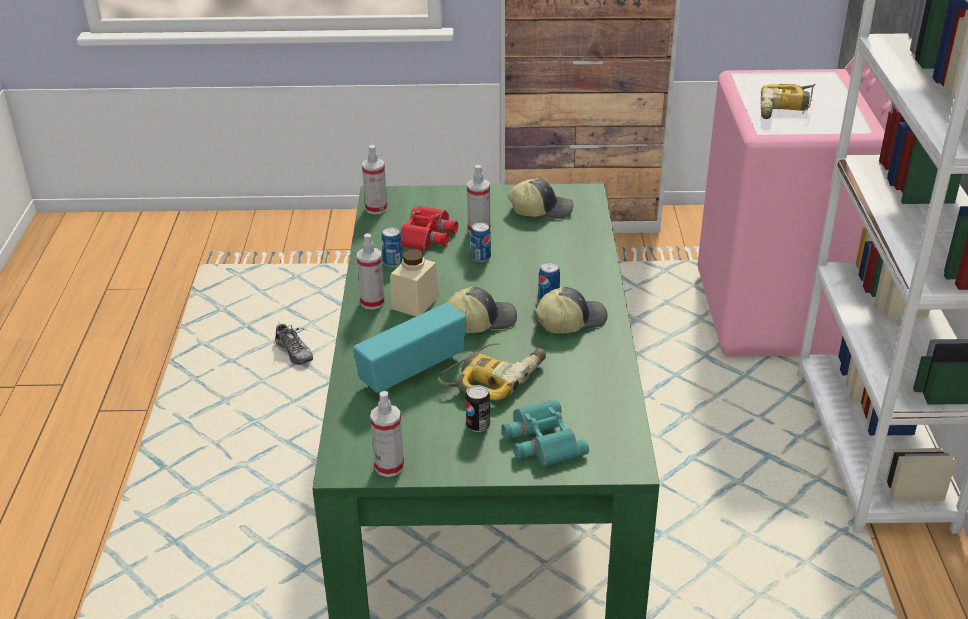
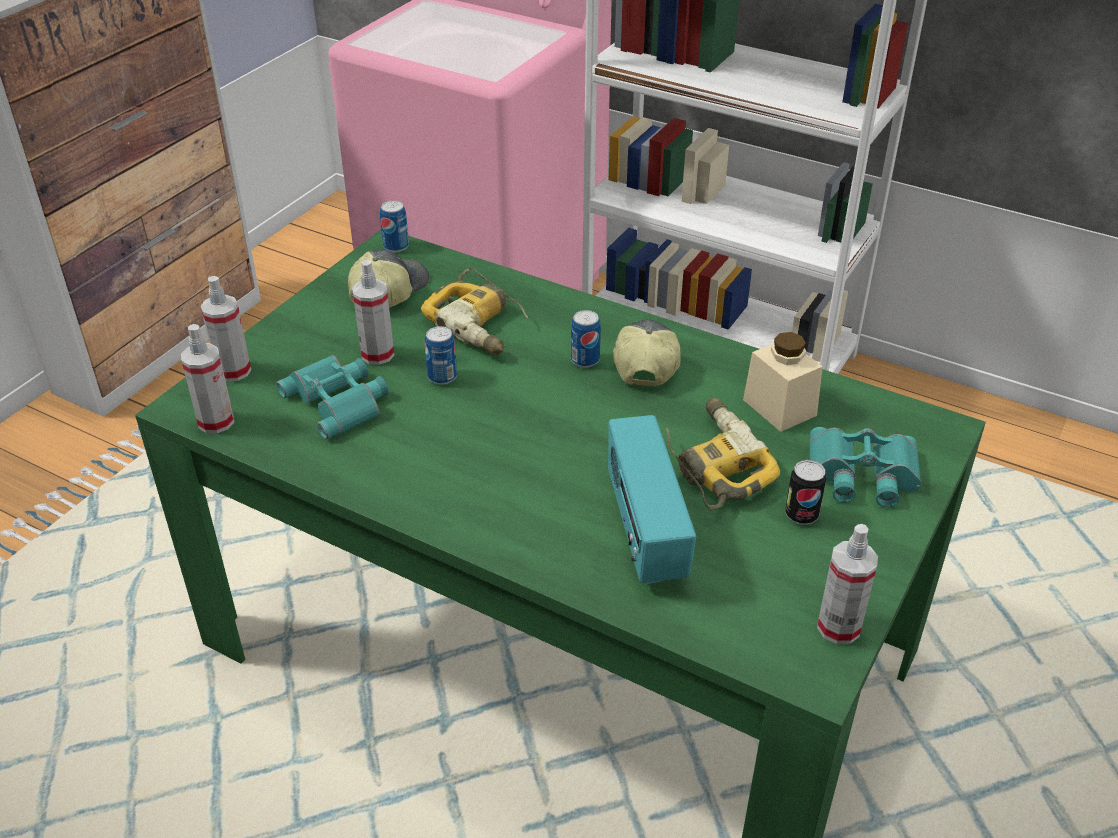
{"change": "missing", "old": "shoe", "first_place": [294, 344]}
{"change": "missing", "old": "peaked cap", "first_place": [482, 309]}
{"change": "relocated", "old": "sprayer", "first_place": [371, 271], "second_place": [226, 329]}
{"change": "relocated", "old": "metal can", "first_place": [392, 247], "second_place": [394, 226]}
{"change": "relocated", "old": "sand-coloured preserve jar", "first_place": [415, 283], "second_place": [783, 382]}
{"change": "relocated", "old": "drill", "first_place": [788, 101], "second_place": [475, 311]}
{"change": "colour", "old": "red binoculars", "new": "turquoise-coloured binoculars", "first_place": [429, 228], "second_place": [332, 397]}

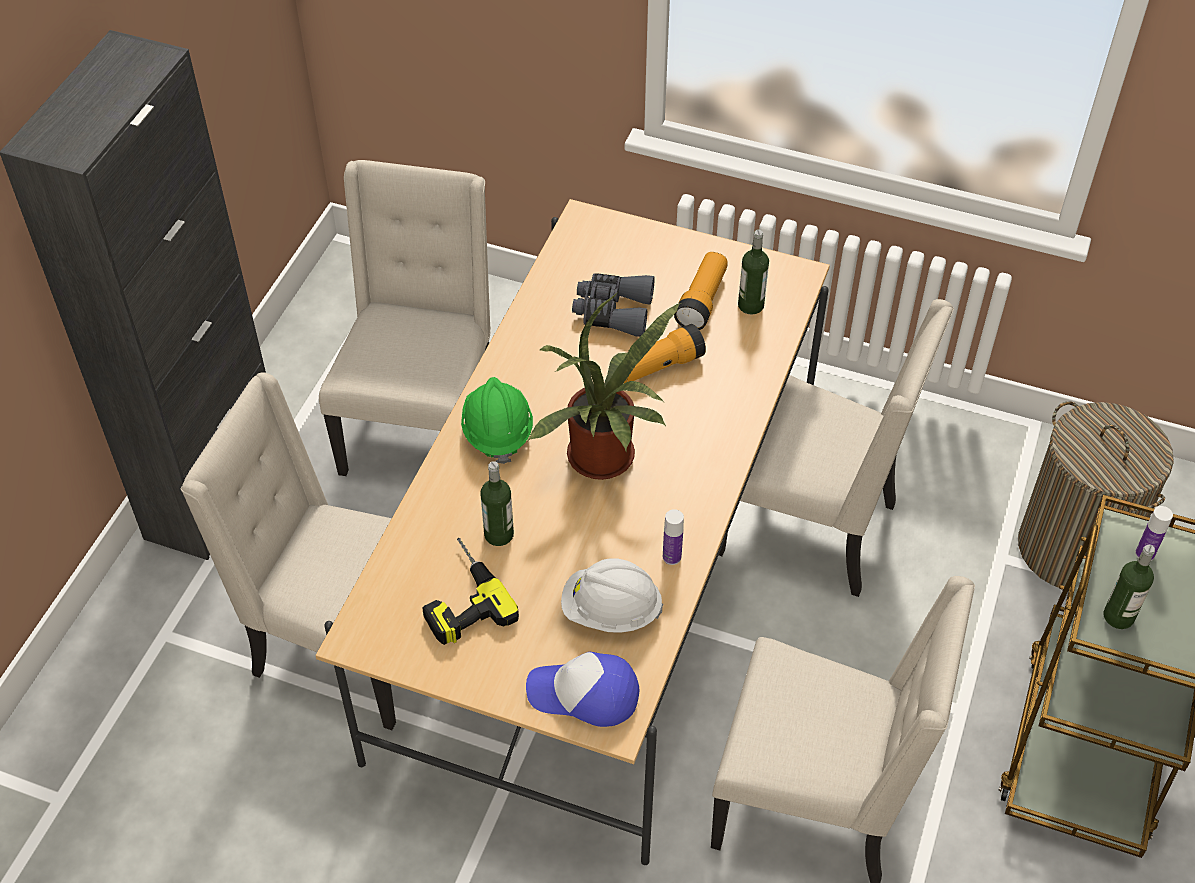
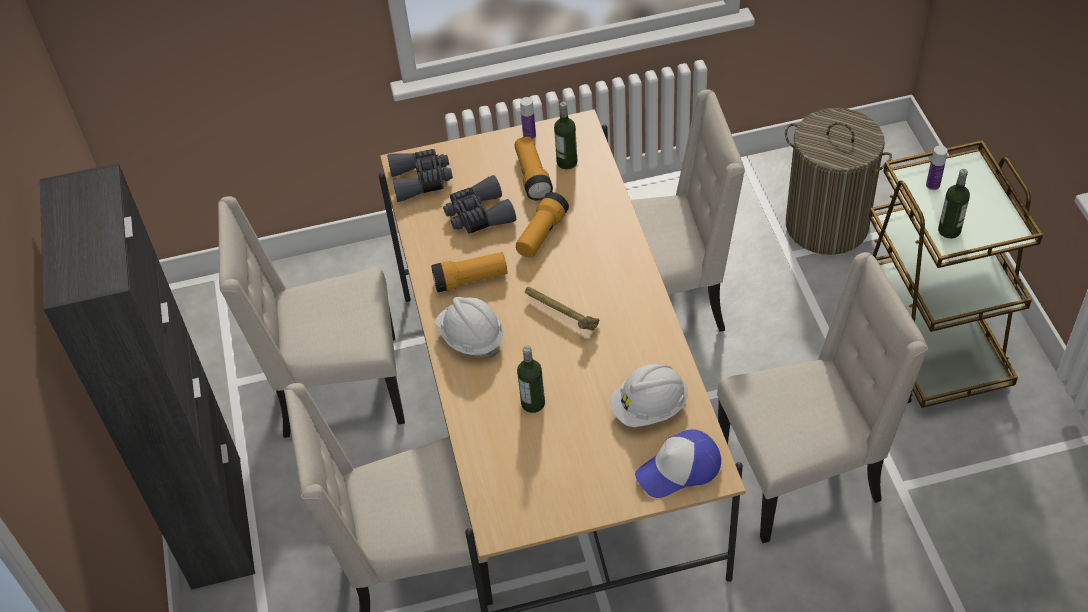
{"change": "missing", "old": "drill", "first_place": [470, 591]}
{"change": "appeared", "new": "gray binoculars", "second_place": [420, 175]}
{"change": "appeared", "new": "torch", "second_place": [469, 272]}
{"change": "relocated", "old": "beverage bottle", "first_place": [673, 537], "second_place": [528, 118]}
{"change": "exchanged", "old": "houseplant", "new": "hand hammer", "first_place": [604, 386], "second_place": [562, 309]}
{"change": "colour", "old": "greenish work helmet", "new": "white work helmet", "first_place": [497, 420], "second_place": [469, 327]}
{"change": "spun", "old": "sand-coloured upright chair", "first_place": [405, 318], "second_place": [311, 317], "degrees": -75}

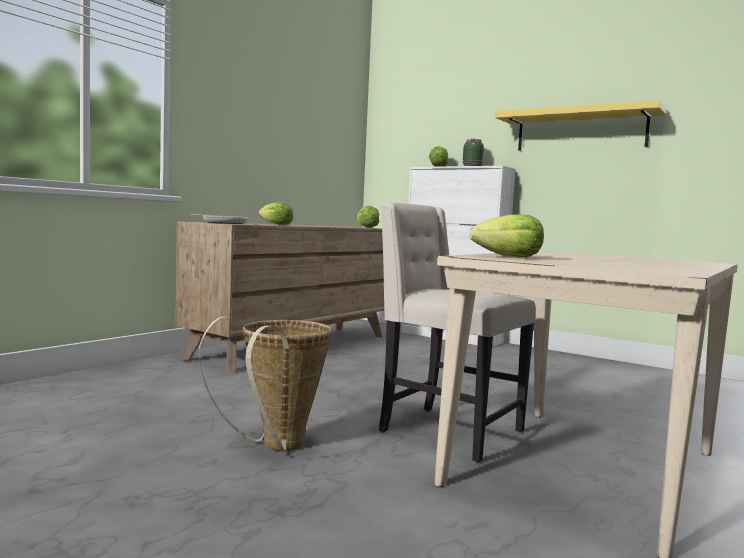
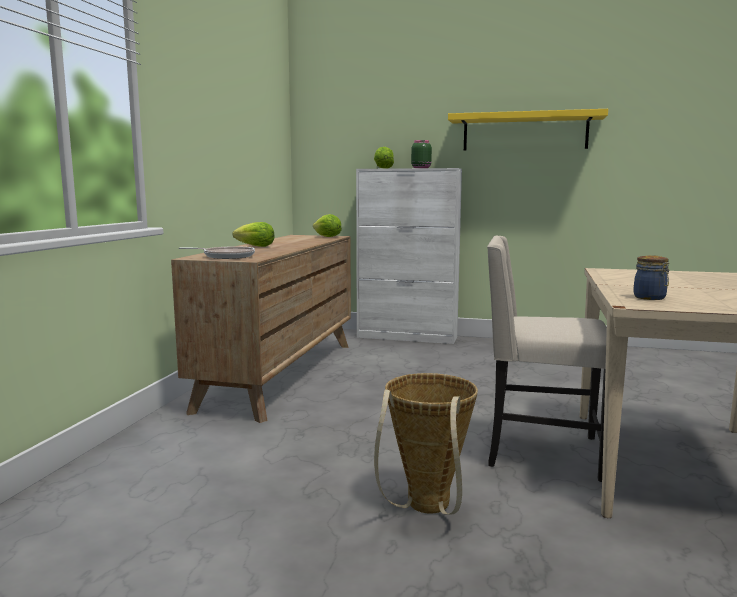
{"change": "exchanged", "old": "head of lettuce", "new": "preserve jar", "first_place": [507, 235], "second_place": [651, 277]}

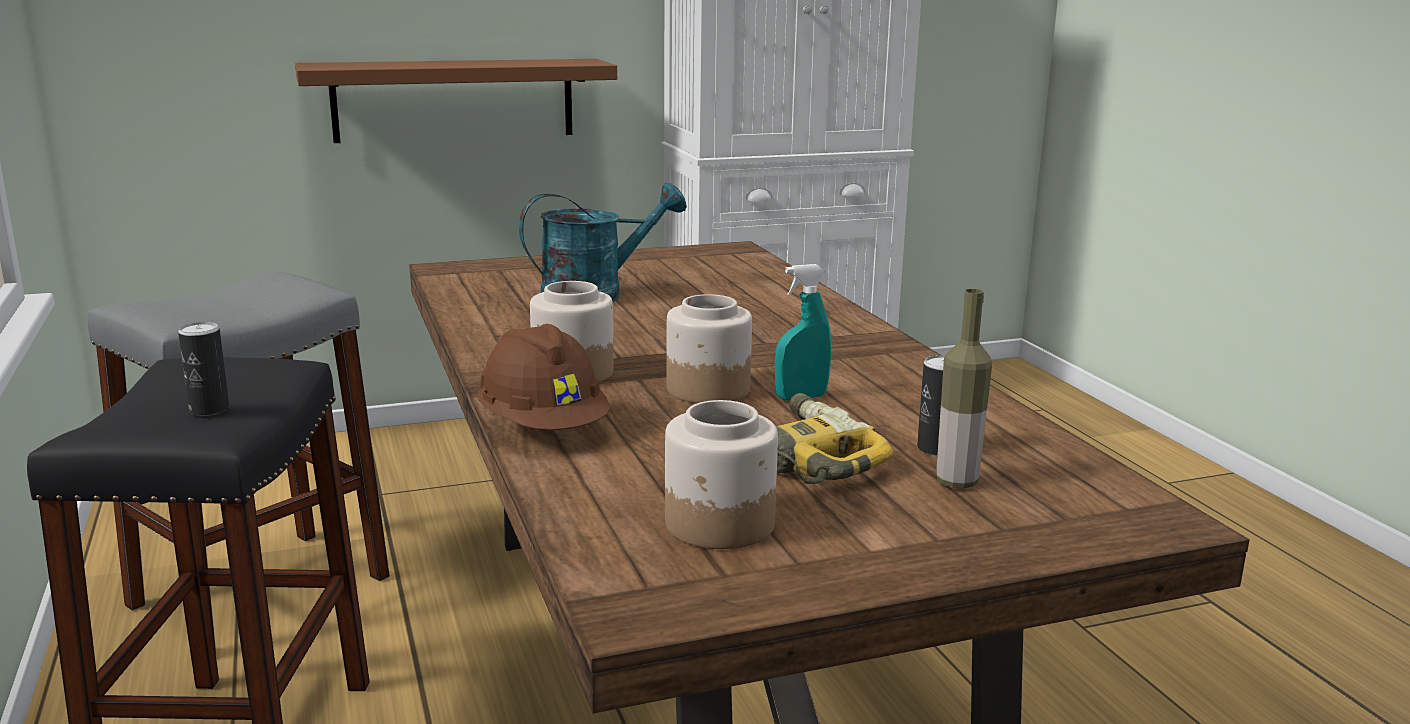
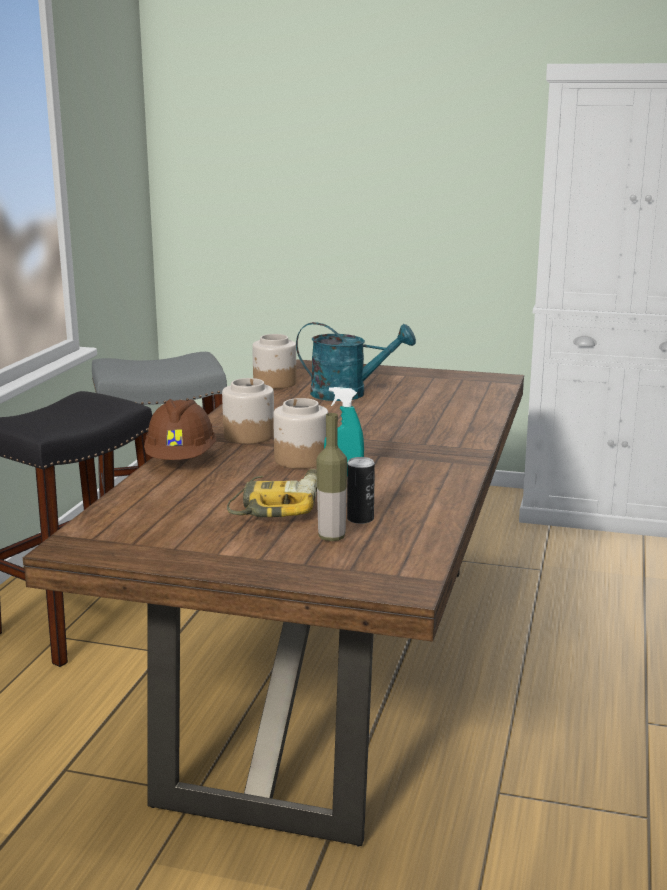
{"change": "missing", "old": "metal can", "first_place": [203, 369]}
{"change": "missing", "old": "brown bracket shelf", "first_place": [456, 101]}
{"change": "relocated", "old": "preserve jar", "first_place": [721, 474], "second_place": [274, 361]}

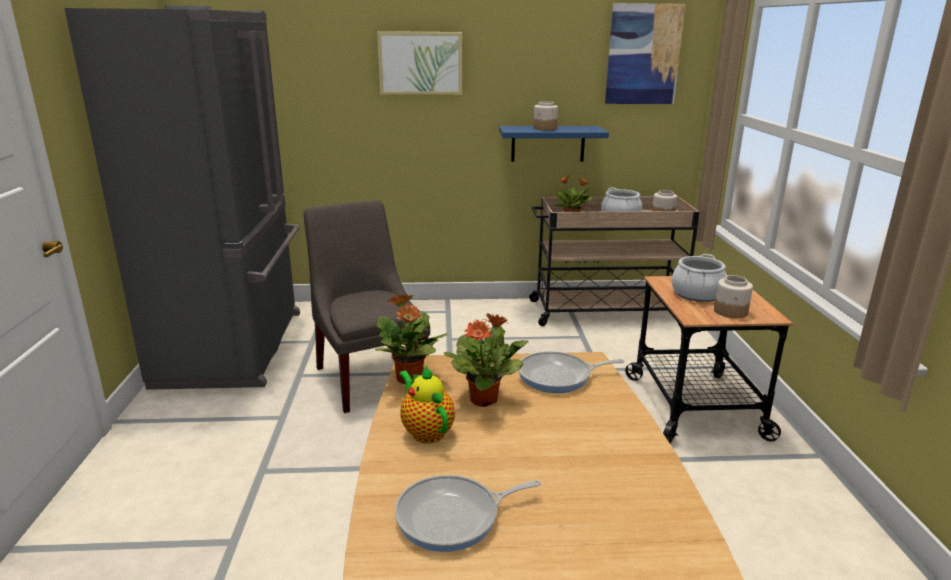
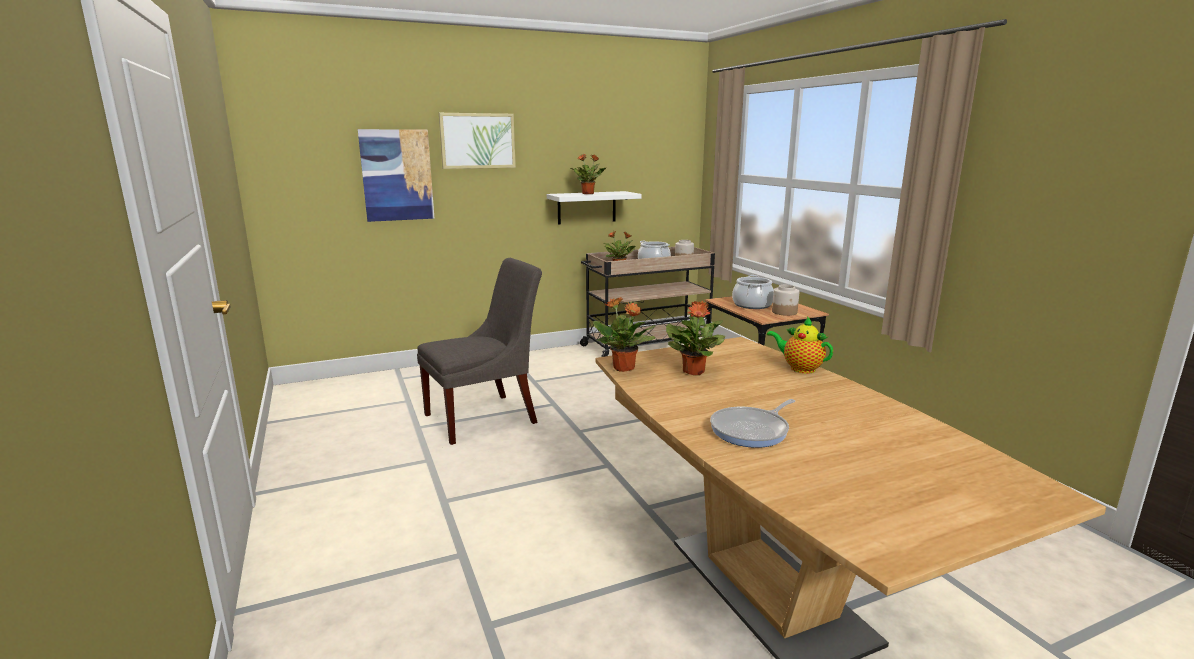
{"change": "missing", "old": "gray refrigerator", "first_place": [182, 198]}
{"change": "missing", "old": "pan", "first_place": [571, 372]}
{"change": "relocated", "old": "tea pot", "first_place": [427, 405], "second_place": [800, 345]}
{"change": "relocated", "old": "wall art", "first_place": [645, 53], "second_place": [396, 175]}
{"change": "exchanged", "old": "preserve jar", "new": "houseplant", "first_place": [545, 116], "second_place": [588, 174]}
{"change": "colour", "old": "blue-coloured bracket shelf", "new": "white bracket shelf", "first_place": [554, 144], "second_place": [594, 208]}
{"change": "spun", "old": "gray upright chair", "first_place": [366, 306], "second_place": [479, 351], "degrees": 105}

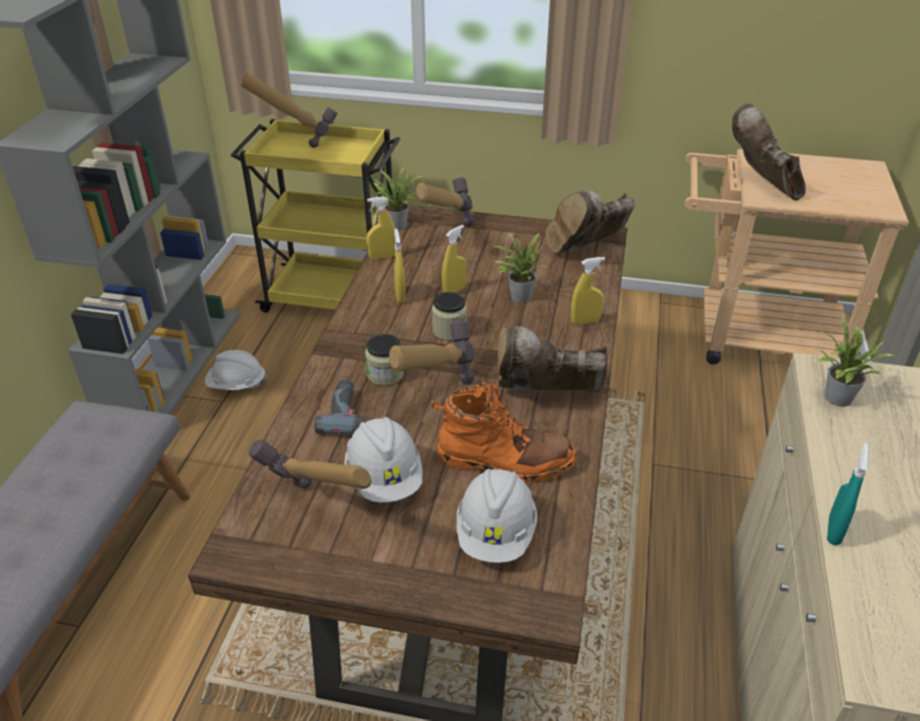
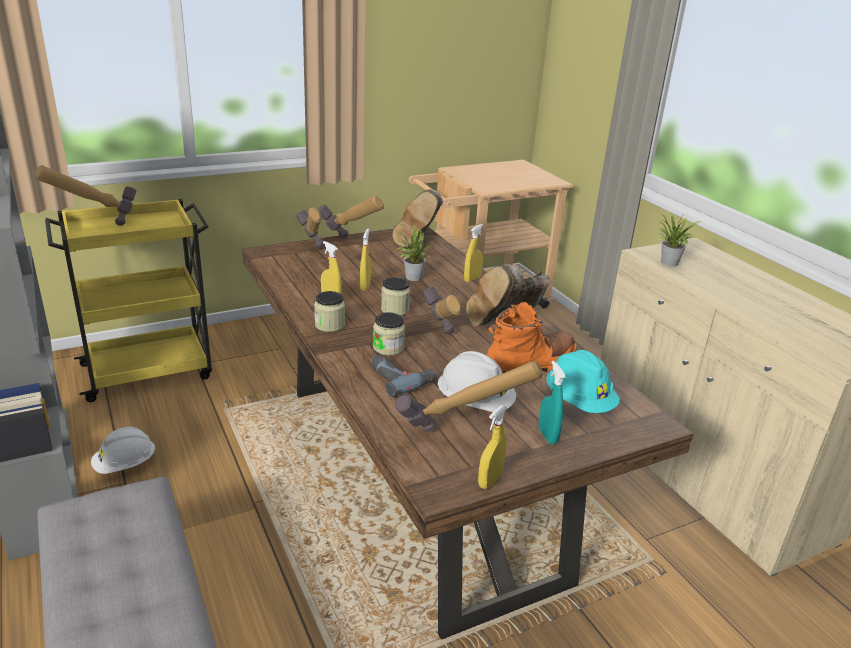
{"change": "missing", "old": "houseplant", "first_place": [398, 198]}
{"change": "missing", "old": "brown high-top boot", "first_place": [769, 151]}
{"change": "appeared", "new": "preserve jar", "second_place": [329, 311]}
{"change": "appeared", "new": "hand hammer", "second_place": [350, 217]}
{"change": "relocated", "old": "yellowish sprayer", "first_place": [380, 228], "second_place": [492, 447]}
{"change": "relocated", "old": "turquoise-coloured sprayer", "first_place": [848, 494], "second_place": [552, 402]}
{"change": "colour", "old": "white work helmet", "new": "turquoise-coloured work helmet", "first_place": [497, 515], "second_place": [583, 381]}

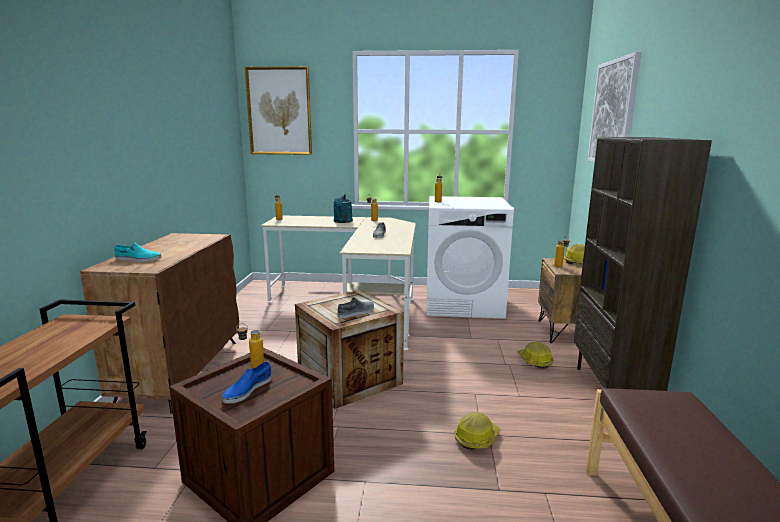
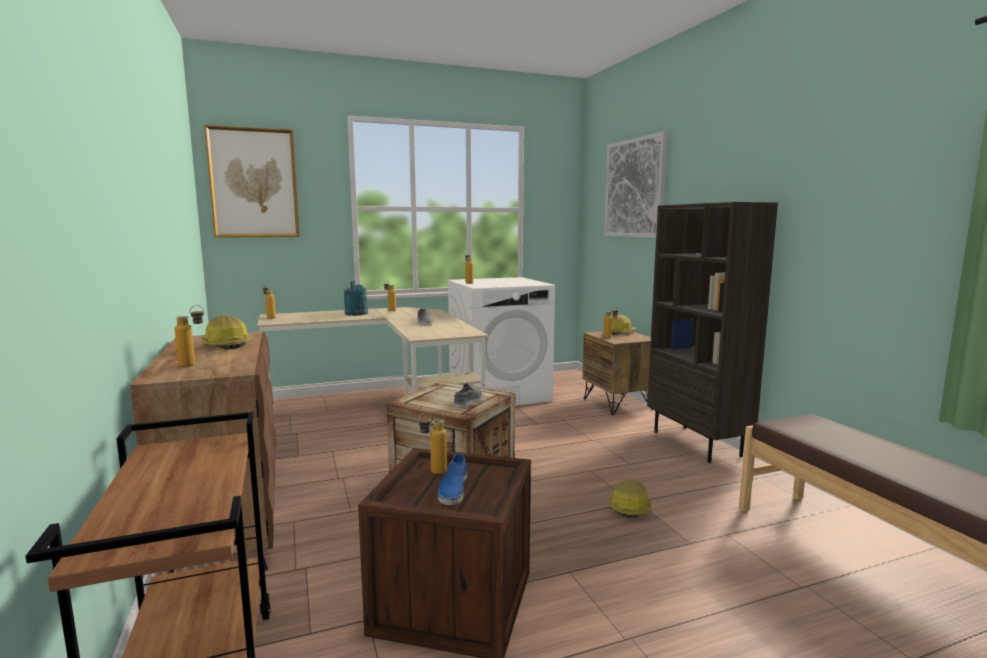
{"change": "relocated", "old": "work helmet", "first_place": [535, 355], "second_place": [226, 332]}
{"change": "exchanged", "old": "turquoise-coloured shoe", "new": "beverage bottle", "first_place": [137, 252], "second_place": [189, 336]}

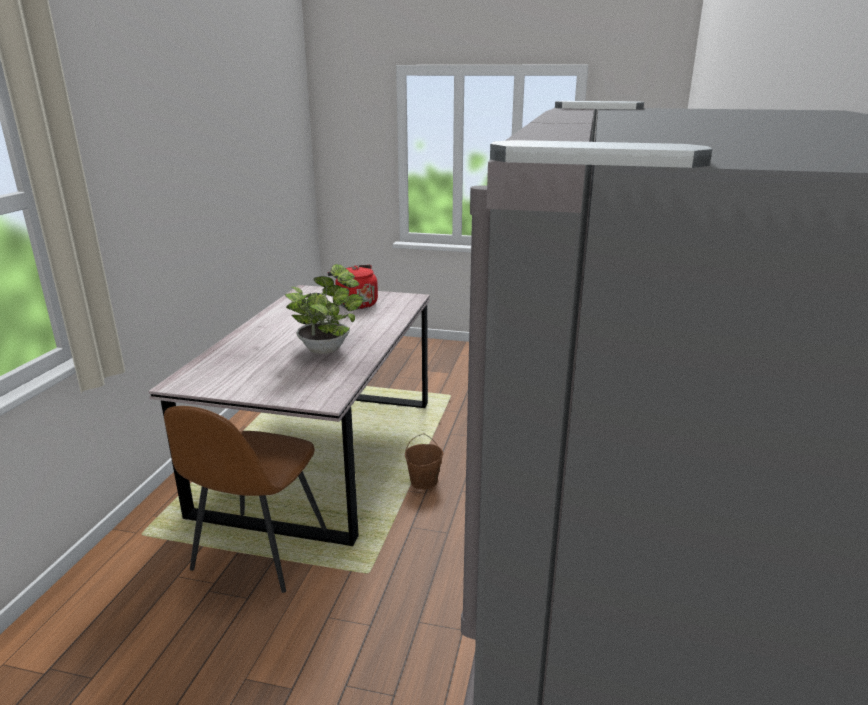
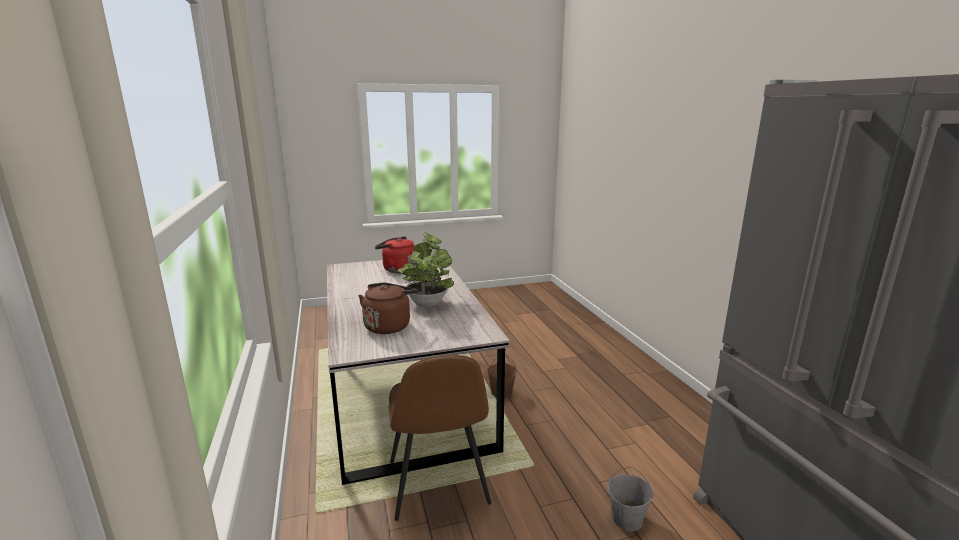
{"change": "appeared", "new": "brown kettle", "second_place": [388, 308]}
{"change": "appeared", "new": "gray water bucket", "second_place": [630, 499]}

